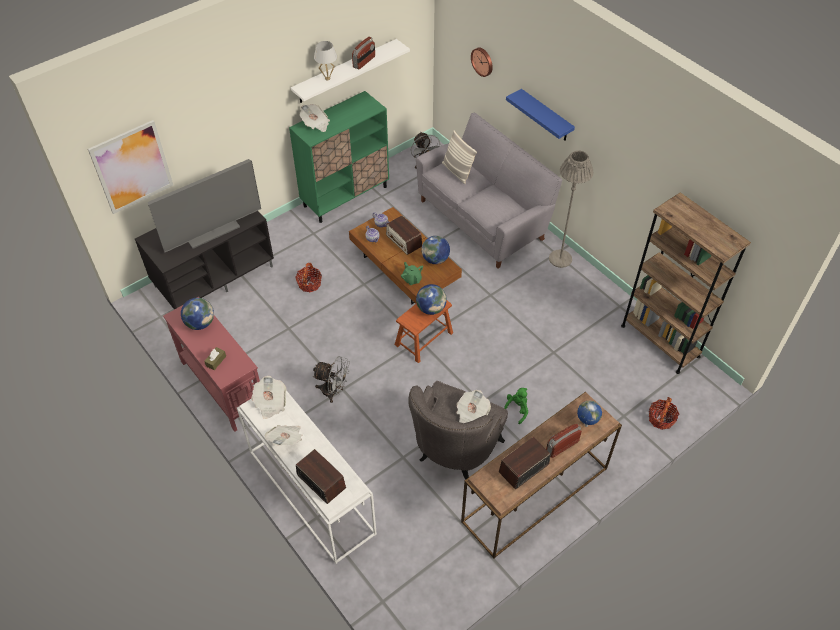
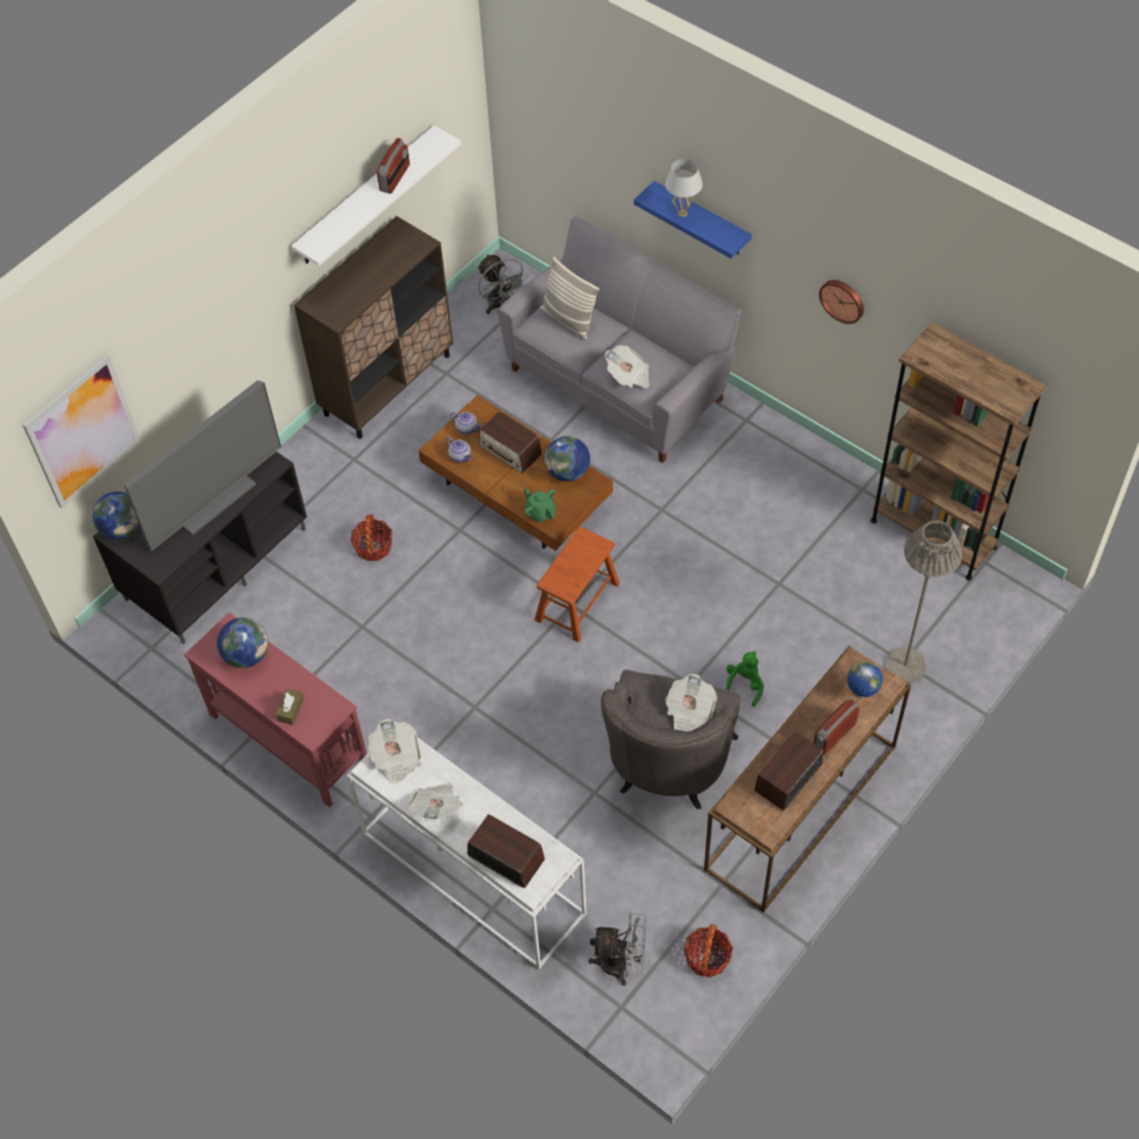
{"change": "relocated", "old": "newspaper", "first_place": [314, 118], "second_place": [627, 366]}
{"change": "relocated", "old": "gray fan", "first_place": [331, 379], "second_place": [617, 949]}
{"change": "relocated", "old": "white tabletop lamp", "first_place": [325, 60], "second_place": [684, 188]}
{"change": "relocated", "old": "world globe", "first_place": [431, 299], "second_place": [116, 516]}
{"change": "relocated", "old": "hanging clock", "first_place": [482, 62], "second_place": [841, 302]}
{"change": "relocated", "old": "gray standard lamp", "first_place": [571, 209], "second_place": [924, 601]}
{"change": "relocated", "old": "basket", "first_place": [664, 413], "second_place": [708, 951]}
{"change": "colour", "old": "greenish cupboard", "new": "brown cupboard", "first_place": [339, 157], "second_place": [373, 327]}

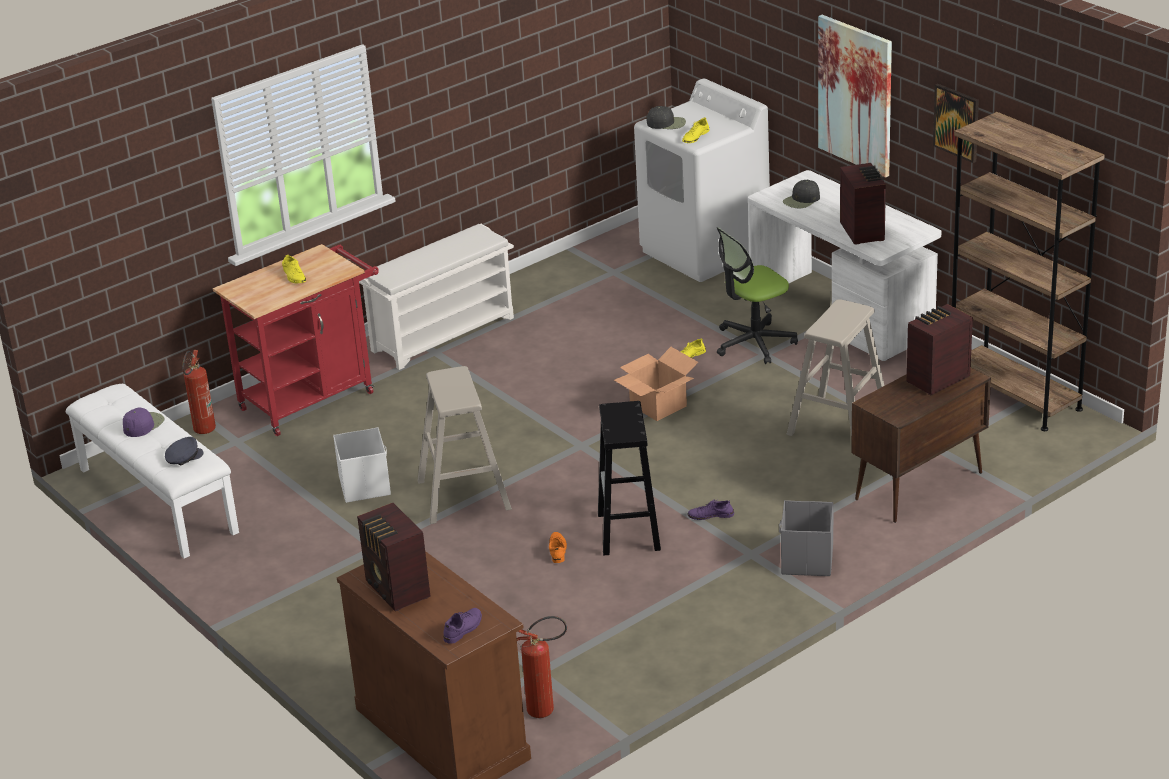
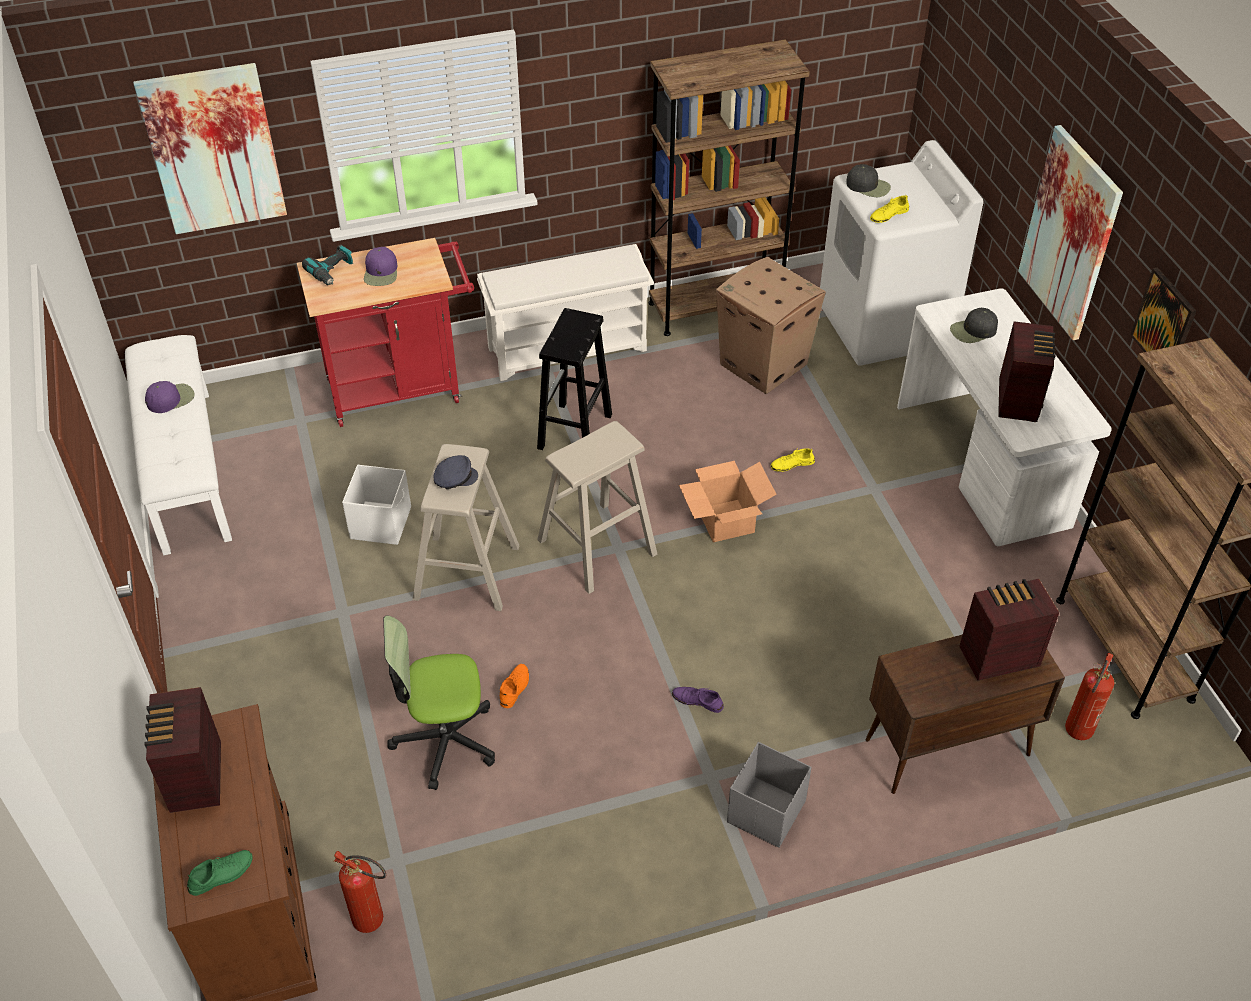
{"change": "appeared", "new": "wall art", "second_place": [210, 148]}
{"change": "appeared", "new": "drill", "second_place": [327, 264]}
{"change": "appeared", "new": "brown shelving unit", "second_place": [729, 187]}
{"change": "appeared", "new": "packing box", "second_place": [771, 325]}
{"change": "relocated", "old": "gray peaked cap", "first_place": [184, 451], "second_place": [455, 472]}
{"change": "relocated", "old": "fire-fighting cylinder", "first_place": [199, 392], "second_place": [1089, 696]}
{"change": "relocated", "old": "black stool", "first_place": [629, 478], "second_place": [574, 379]}
{"change": "relocated", "old": "computer chair", "first_place": [757, 295], "second_place": [439, 702]}
{"change": "relocated", "old": "sand-coloured stool", "first_place": [835, 367], "second_place": [597, 507]}
{"change": "exchanged", "old": "yellowish shoe", "new": "purple peaked cap", "first_place": [294, 269], "second_place": [380, 266]}
{"change": "colour", "old": "purple shoe", "new": "greenish shoe", "first_place": [462, 626], "second_place": [220, 873]}

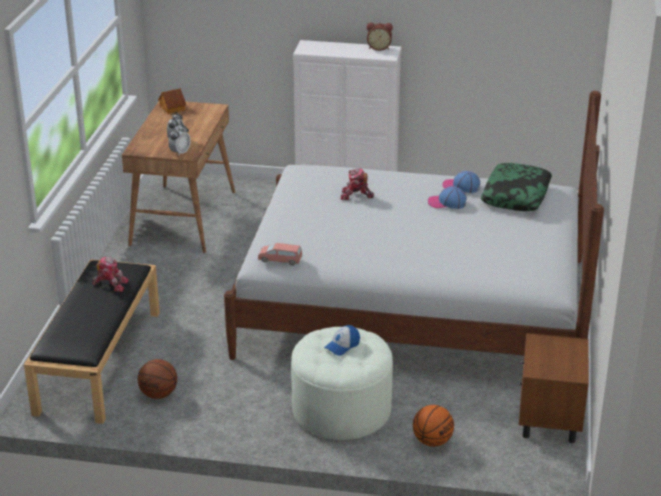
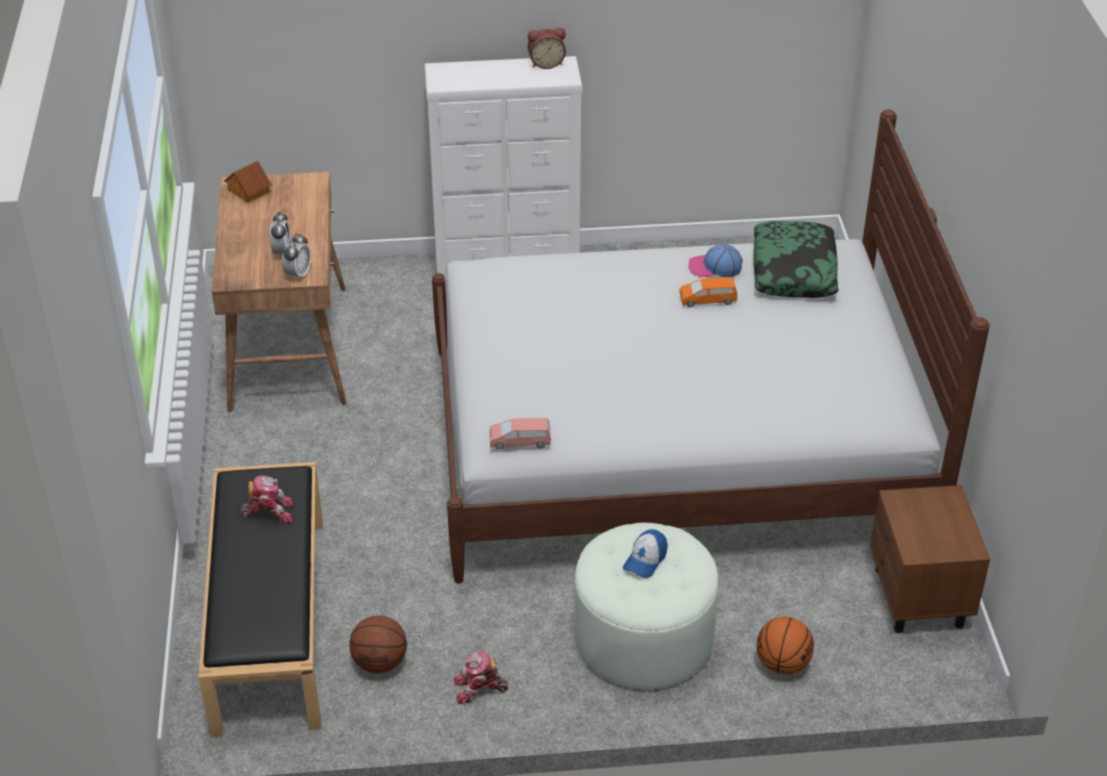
{"change": "relocated", "old": "model robot", "first_place": [357, 184], "second_place": [481, 677]}
{"change": "exchanged", "old": "peaked cap", "new": "orange-coloured toy car", "first_place": [447, 197], "second_place": [708, 292]}

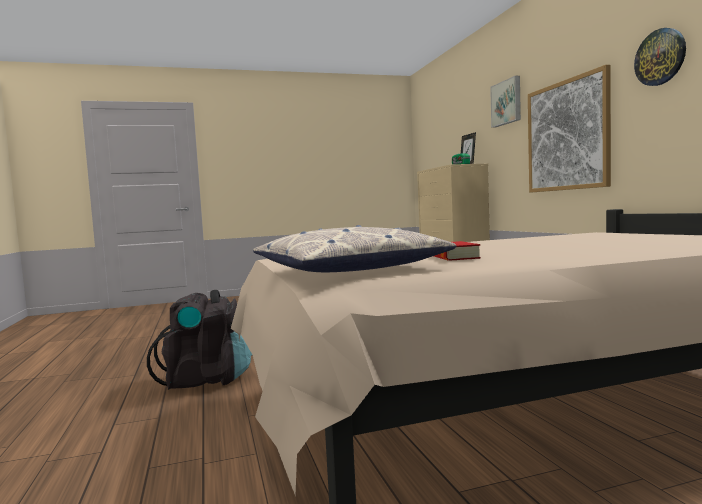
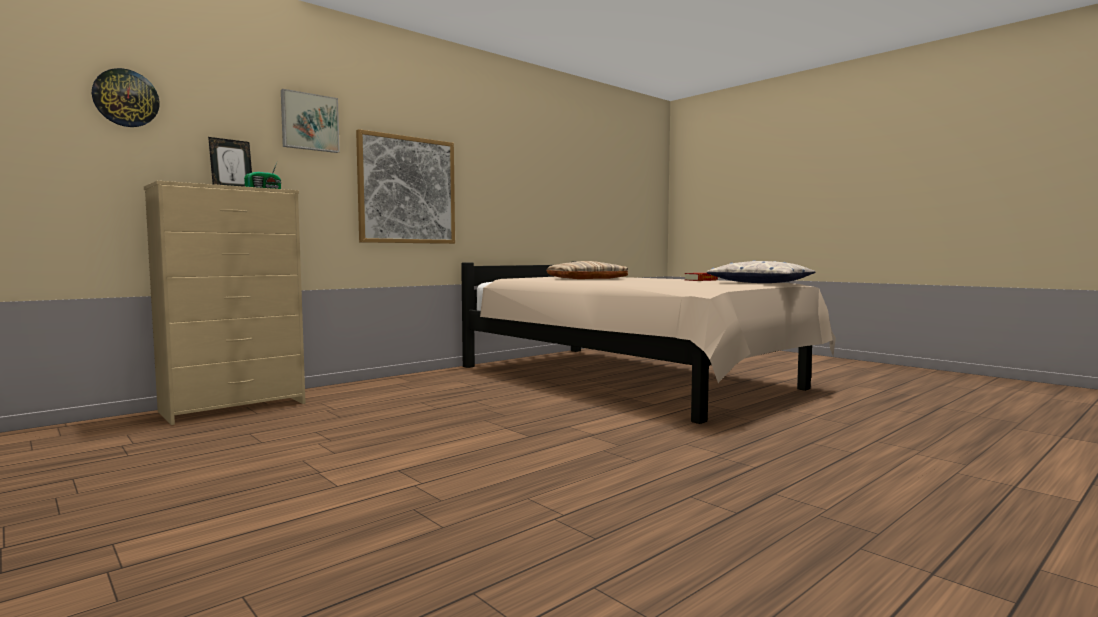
{"change": "missing", "old": "black rucksack", "first_place": [199, 340]}
{"change": "appeared", "new": "sand-coloured throw pillow", "second_place": [587, 270]}
{"change": "relocated", "old": "hanging clock", "first_place": [660, 57], "second_place": [126, 97]}

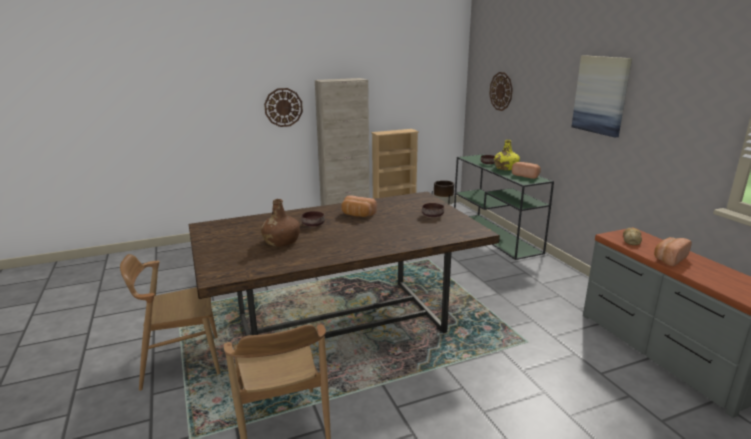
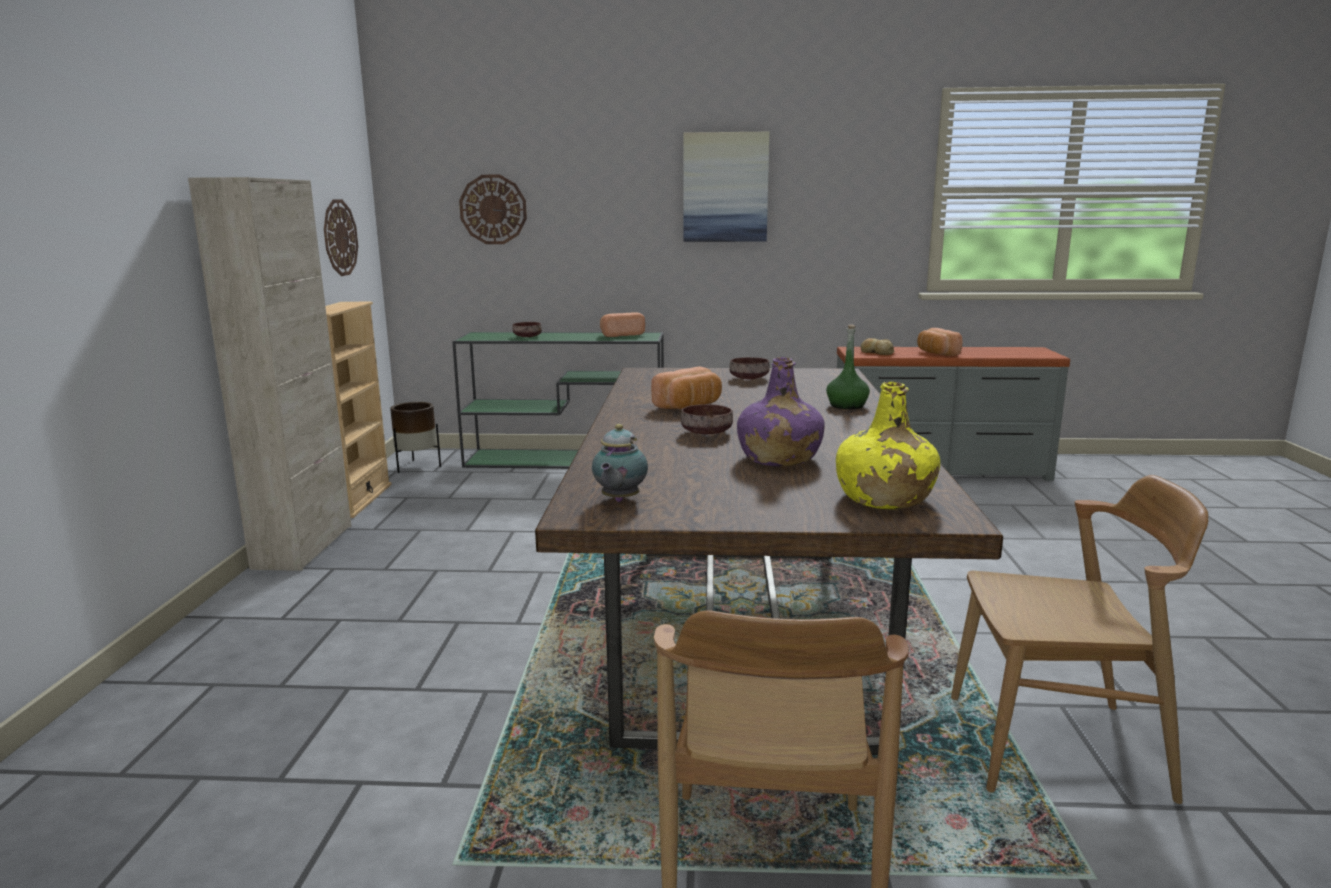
{"change": "appeared", "new": "tea pot", "second_place": [620, 463]}
{"change": "appeared", "new": "greenish beverage bottle", "second_place": [848, 366]}
{"change": "relocated", "old": "hanging clock", "first_place": [283, 107], "second_place": [341, 237]}
{"change": "relocated", "old": "yellowish beverage bottle", "first_place": [507, 155], "second_place": [888, 445]}
{"change": "colour", "old": "brown beverage bottle", "new": "purple beverage bottle", "first_place": [280, 222], "second_place": [781, 412]}

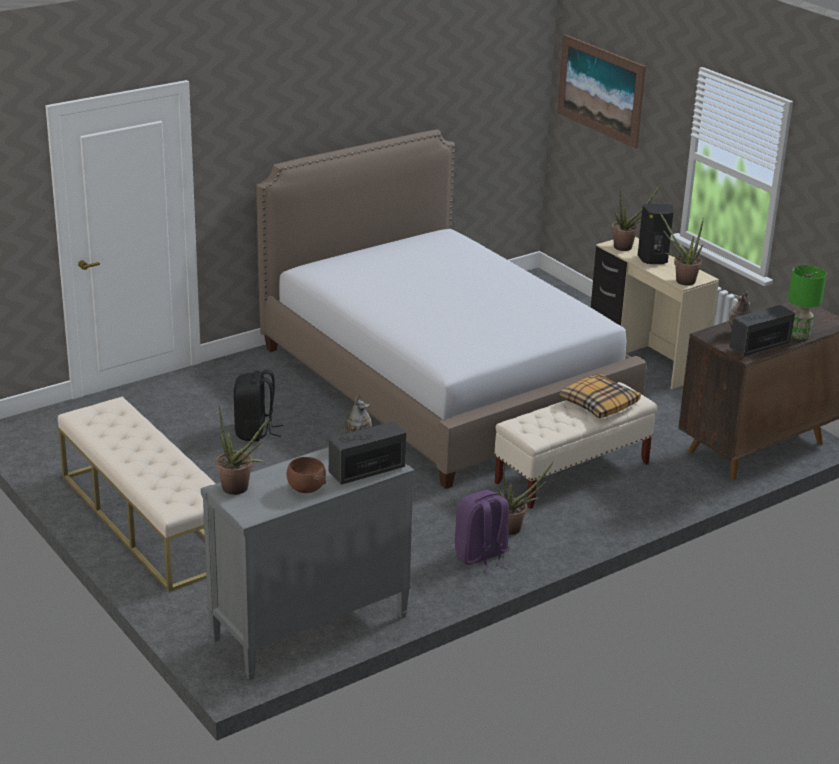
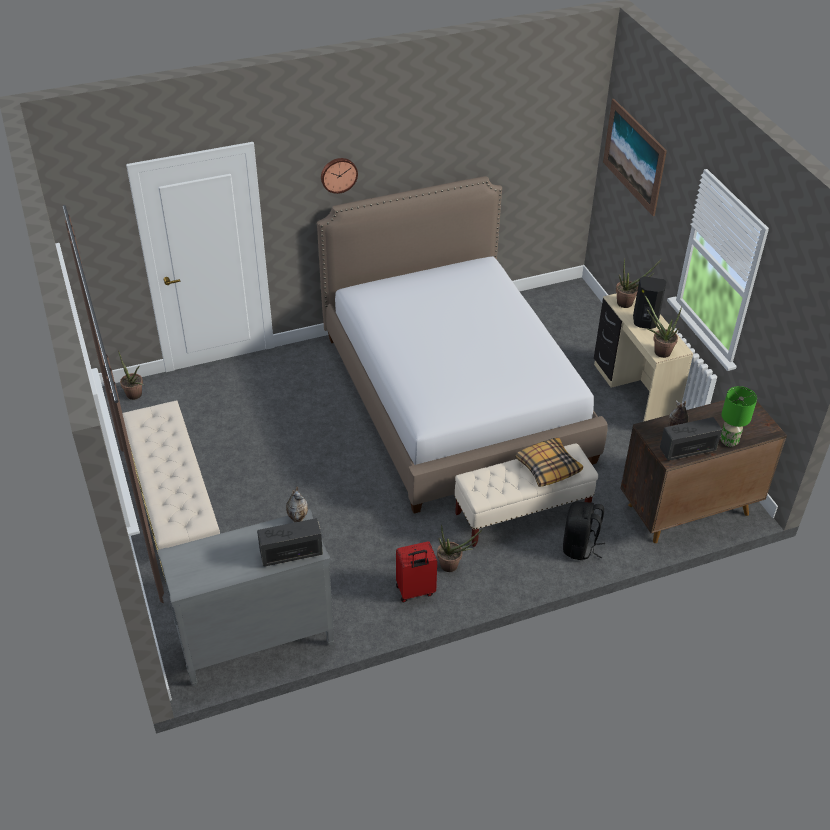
{"change": "missing", "old": "brown serving bowl", "first_place": [306, 475]}
{"change": "appeared", "new": "hanging clock", "second_place": [339, 176]}
{"change": "relocated", "old": "houseplant", "first_place": [242, 450], "second_place": [131, 375]}
{"change": "relocated", "old": "black rucksack", "first_place": [258, 405], "second_place": [584, 530]}
{"change": "exchanged", "old": "purple rucksack", "new": "red suitcase", "first_place": [482, 531], "second_place": [416, 571]}

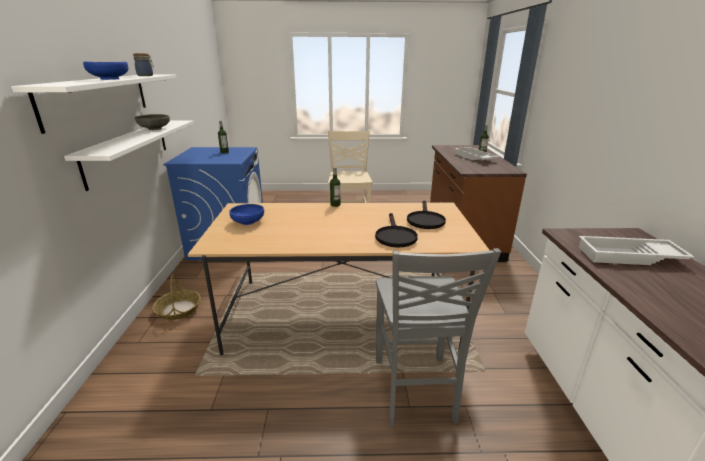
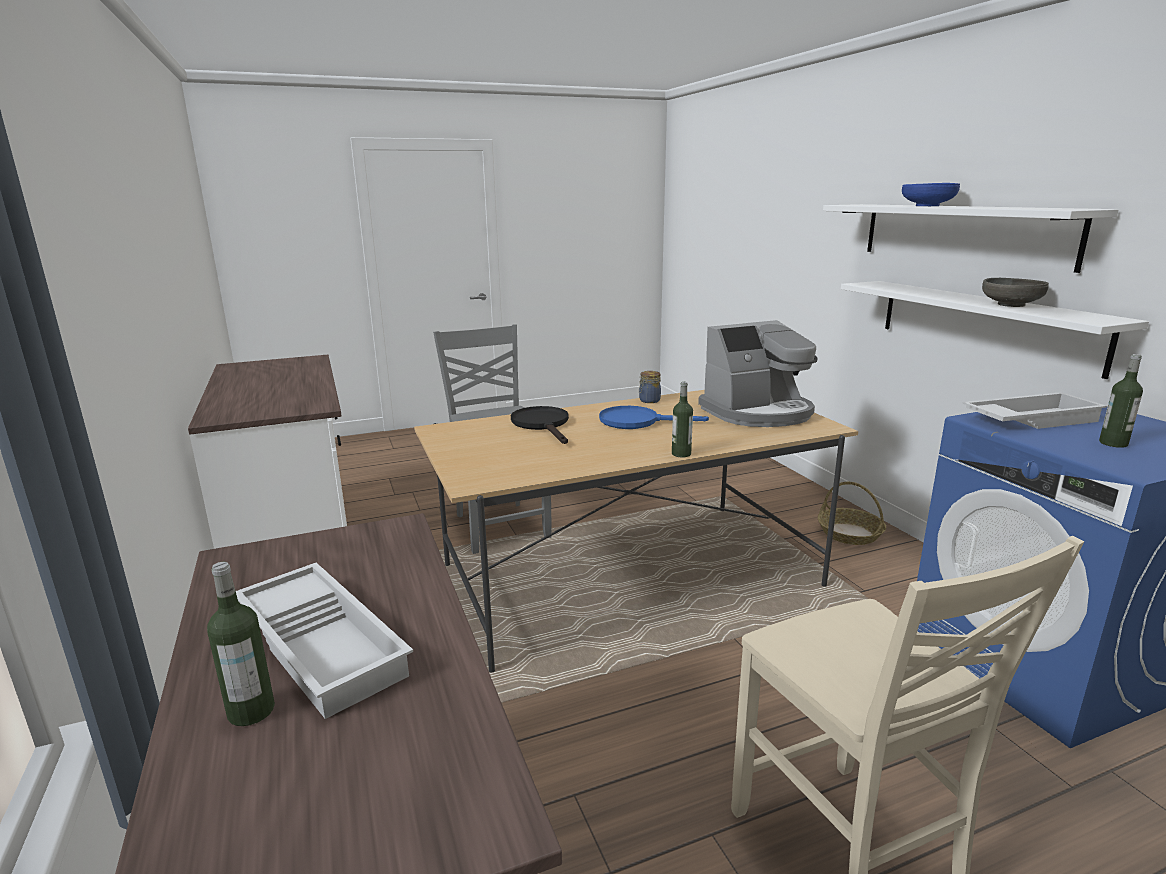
{"change": "missing", "old": "black pan", "first_place": [426, 214]}
{"change": "appeared", "new": "blue-coloured pan", "second_place": [654, 417]}
{"change": "relocated", "old": "preserve jar", "first_place": [143, 64], "second_place": [650, 387]}
{"change": "relocated", "old": "white carrying tray", "first_place": [636, 250], "second_place": [1034, 410]}
{"change": "exchanged", "old": "blue-coloured serving bowl", "new": "coffee maker", "first_place": [246, 214], "second_place": [758, 373]}

